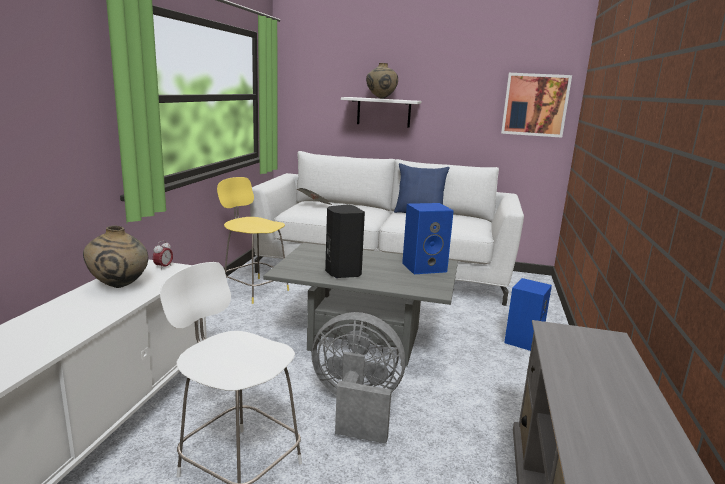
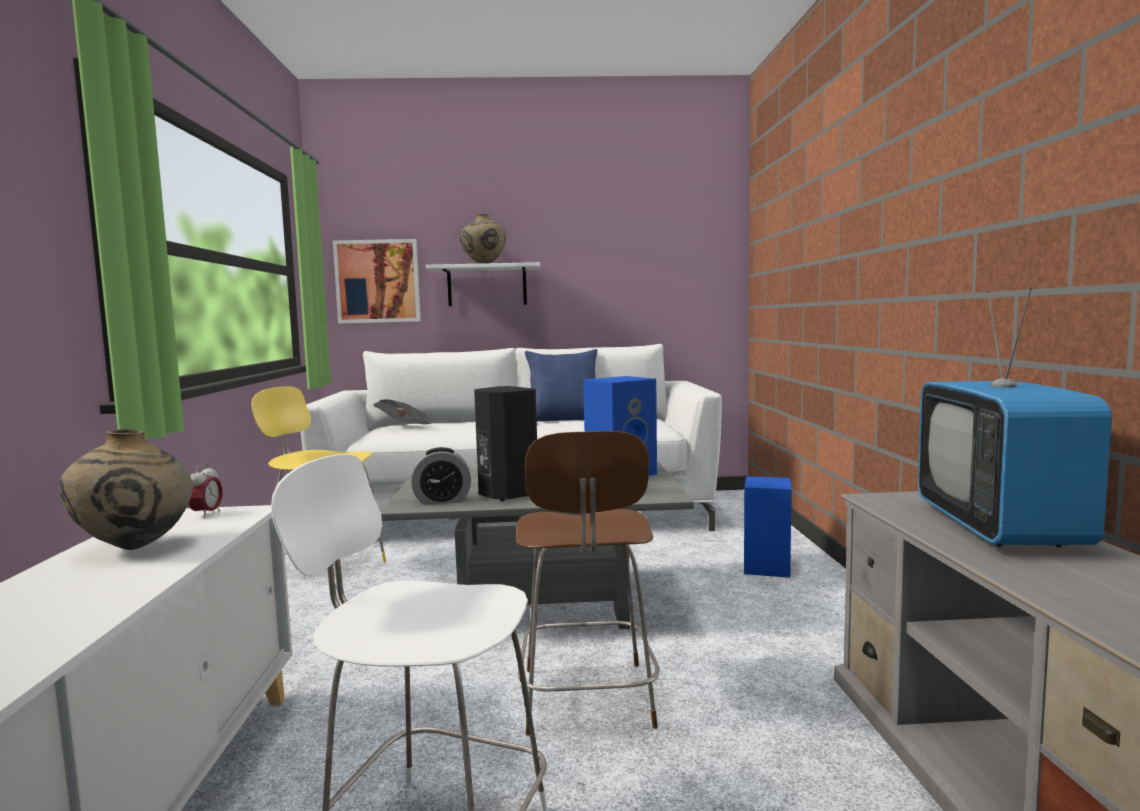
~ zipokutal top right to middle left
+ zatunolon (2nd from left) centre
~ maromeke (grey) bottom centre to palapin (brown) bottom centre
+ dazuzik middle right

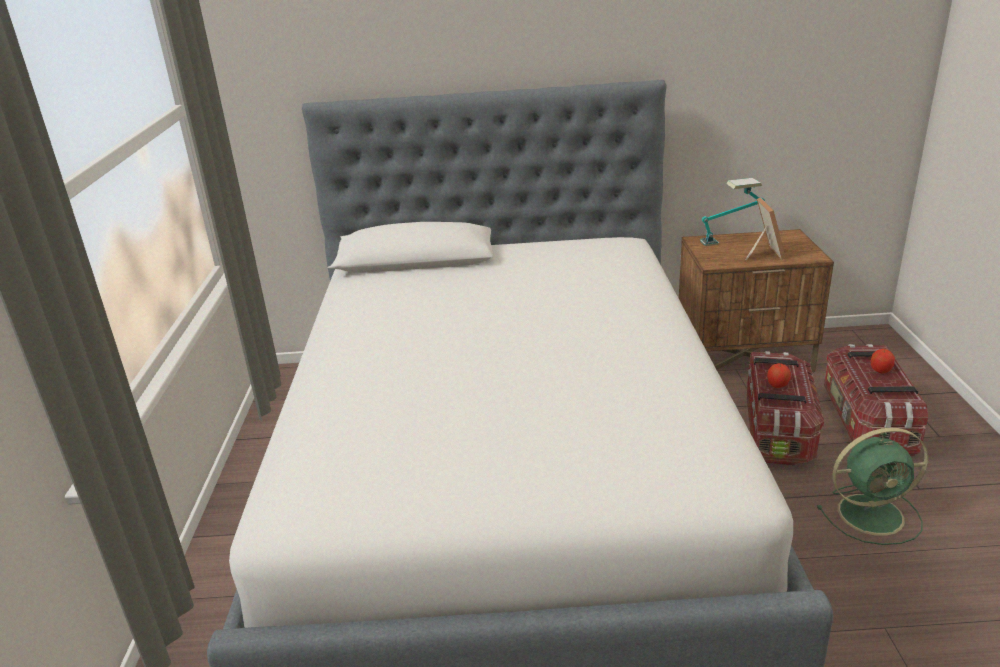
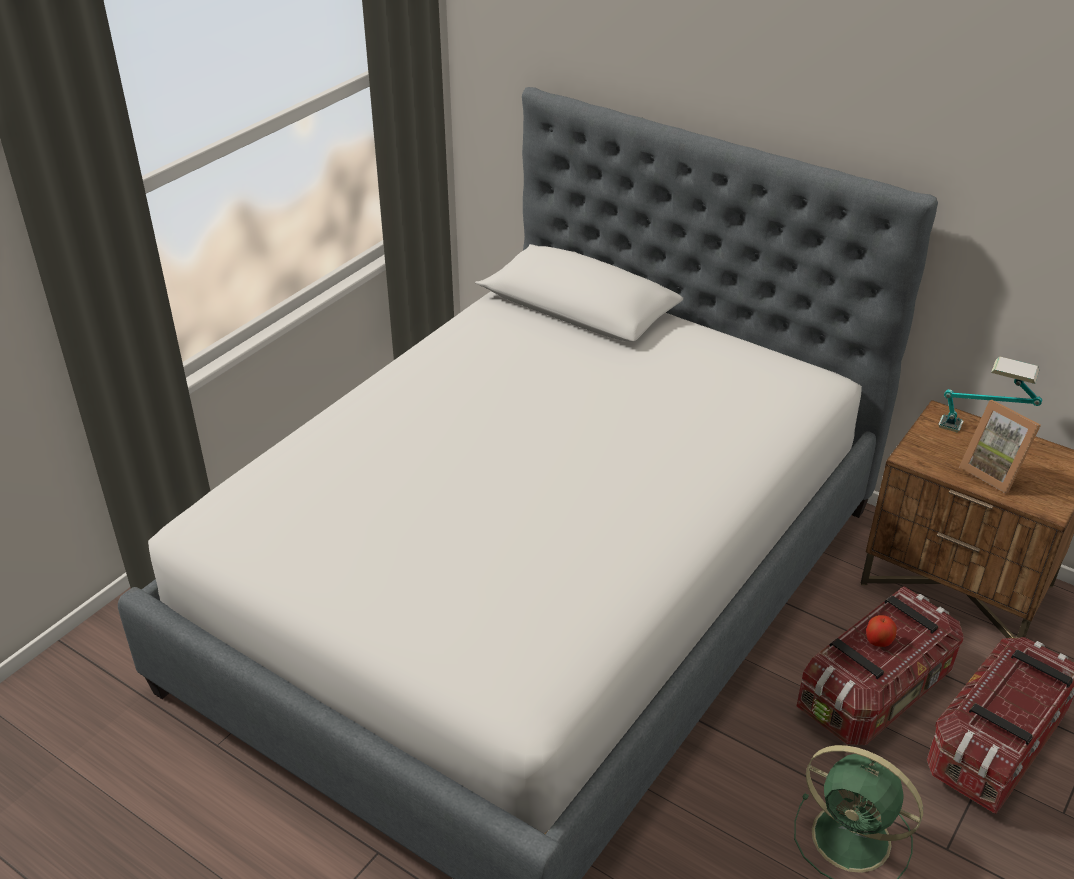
~ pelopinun middle right = middle right 105 degrees clockwise
- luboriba (2nd from left) middle right

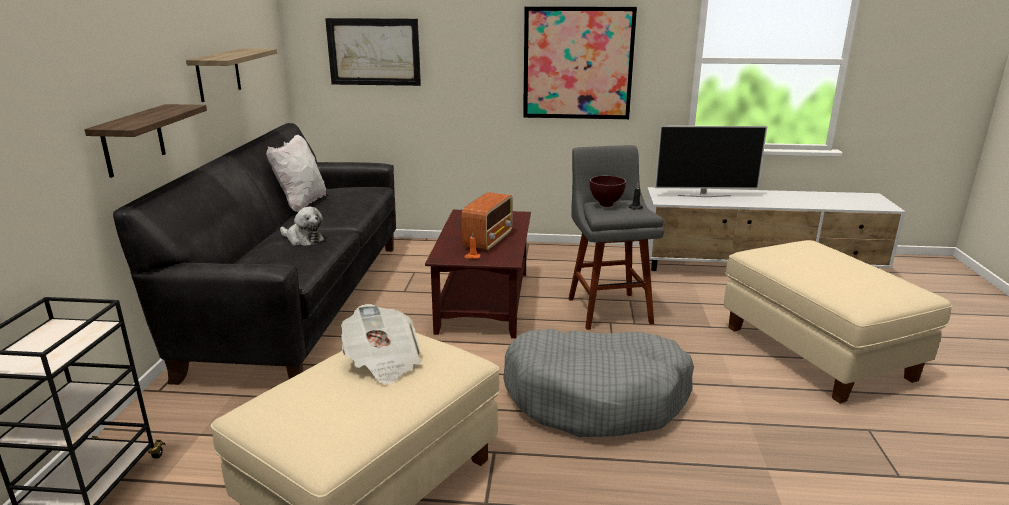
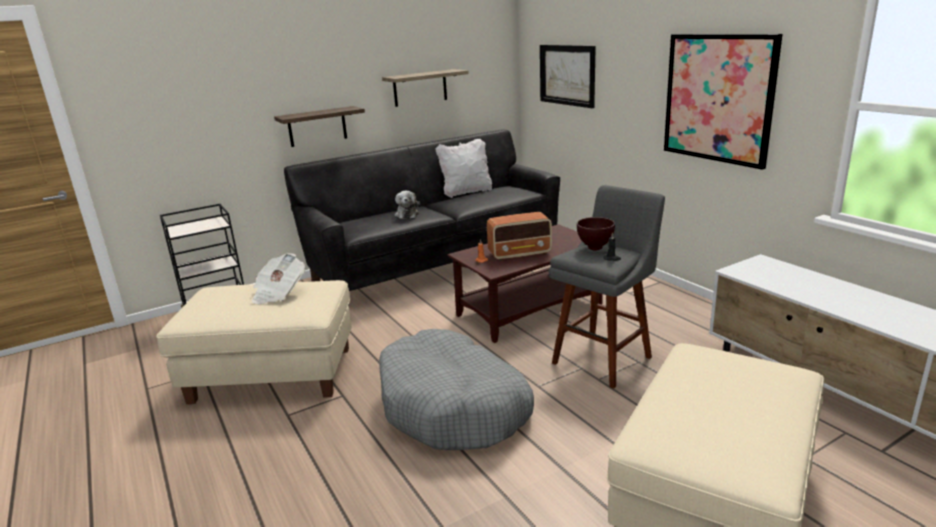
- dazuzik top right

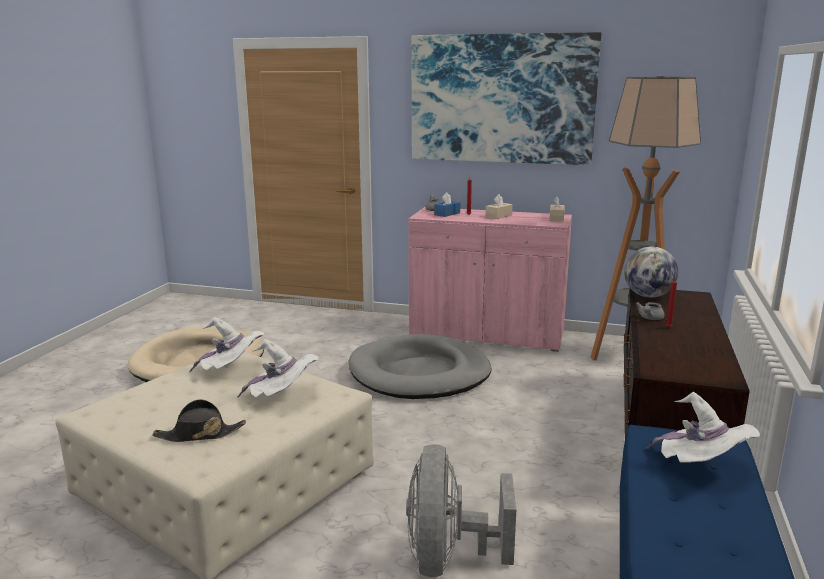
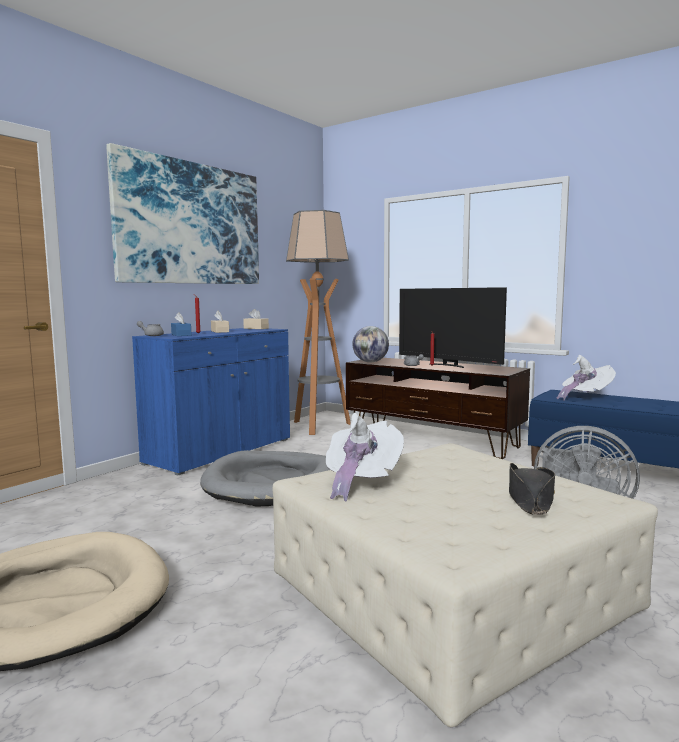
~ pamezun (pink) centre to pamezun (blue) middle left
+ dazuzik middle right
- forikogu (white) (2nd from left) centre

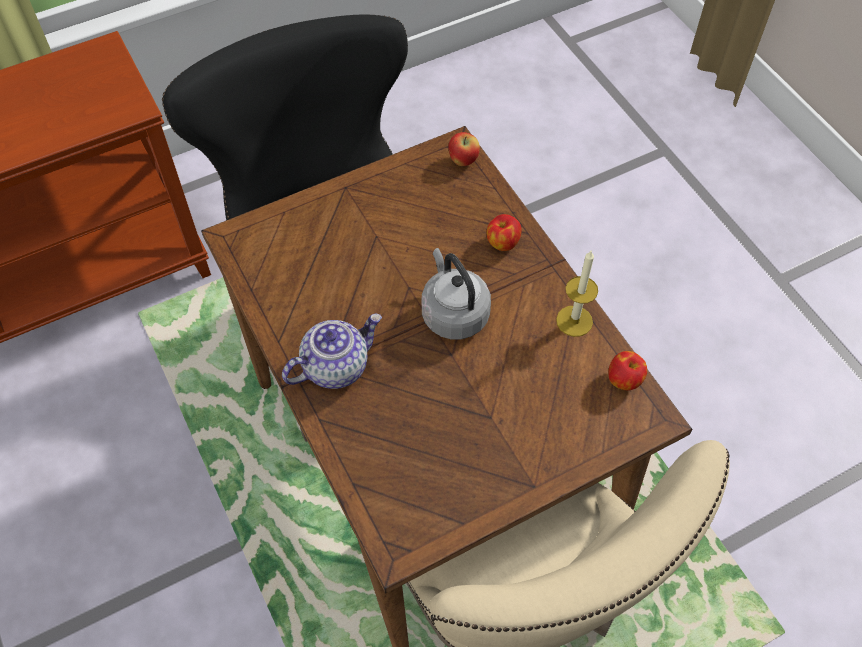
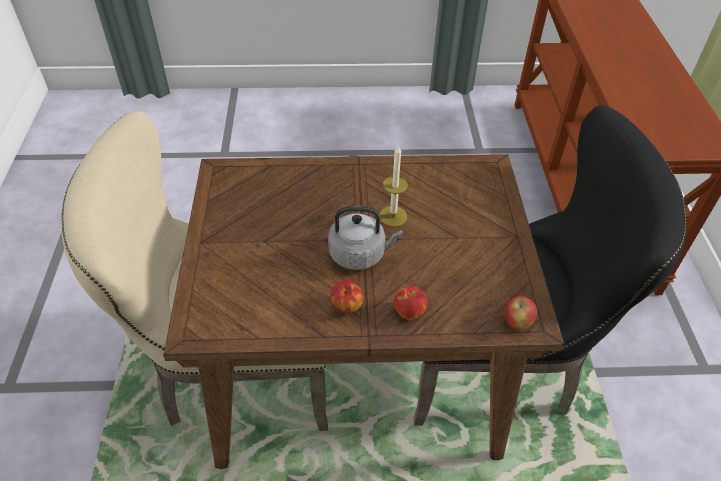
~ luboriba (3rd from left in the first image) middle right to luboriba (1st from left) centre
~ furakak middle right to centre
- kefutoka centre

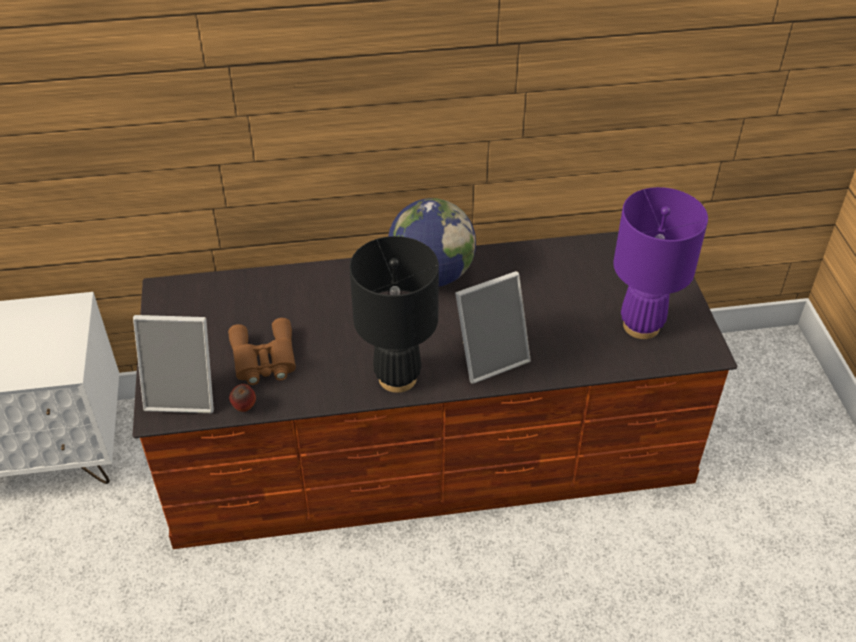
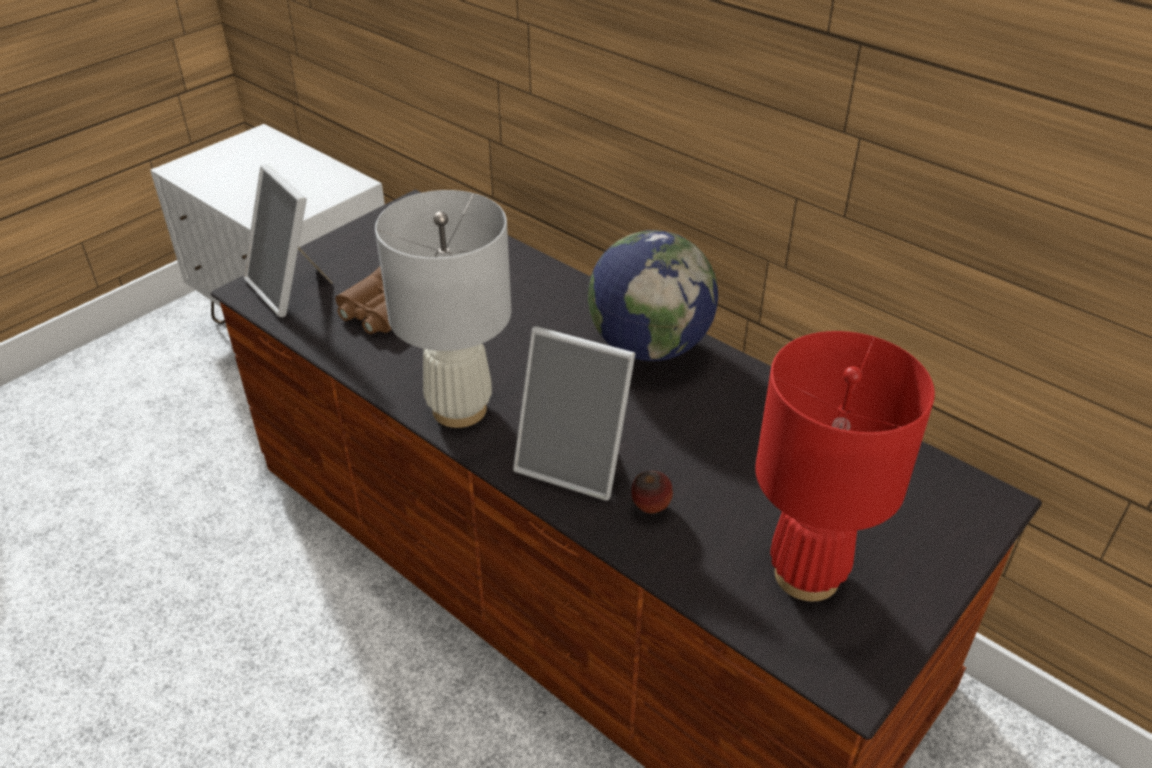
~ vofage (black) centre to vofage (white) centre
~ luboriba middle left to centre
~ vofage (purple) middle right to vofage (red) middle right

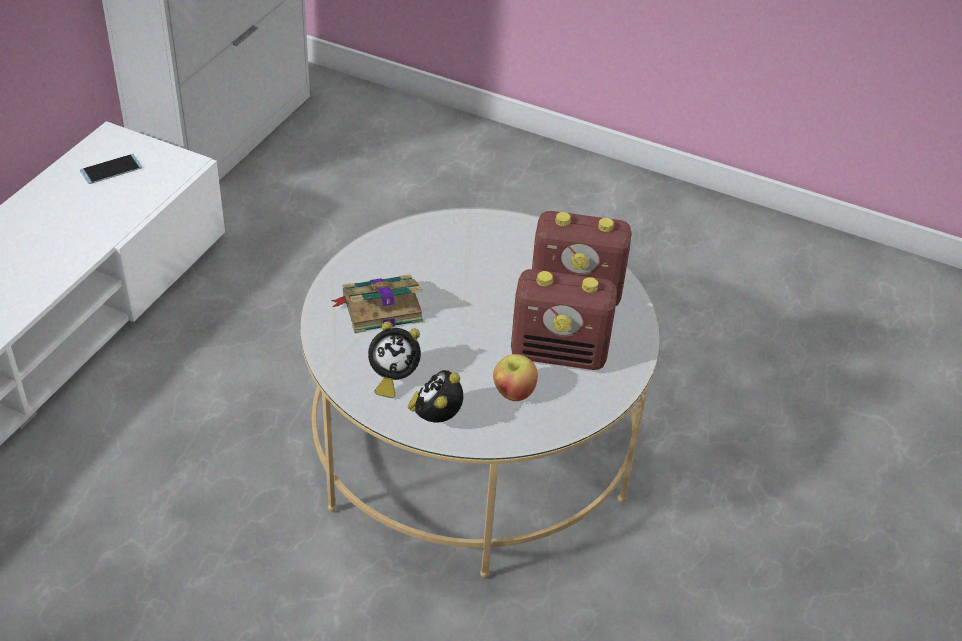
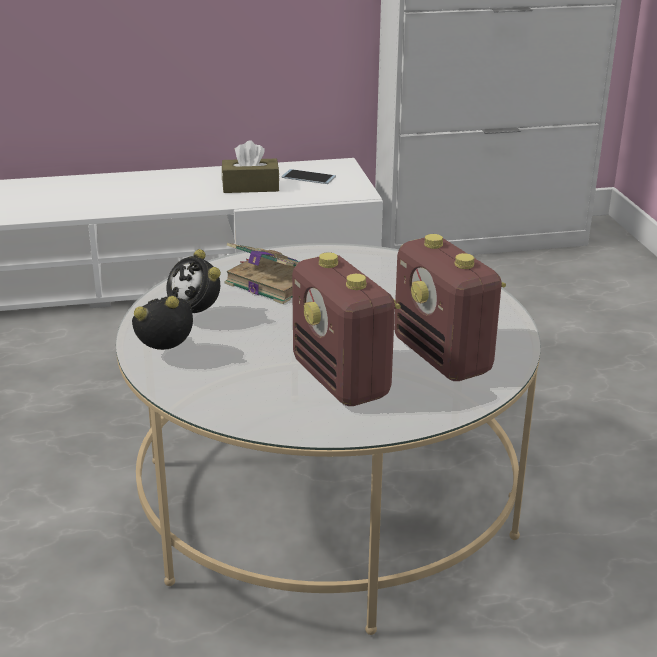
+ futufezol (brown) top centre
- luboriba centre

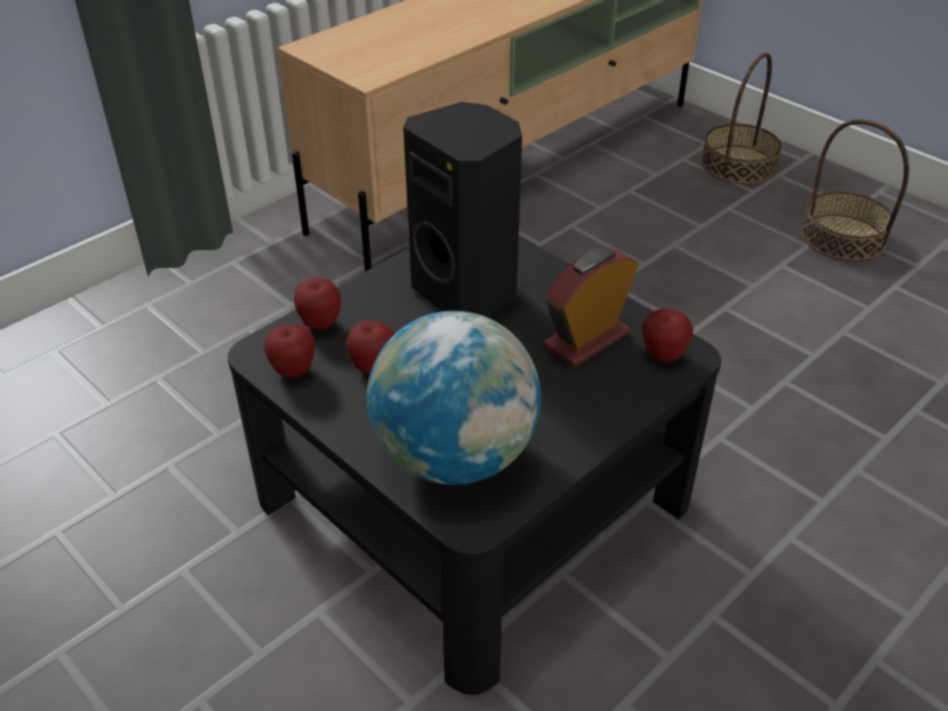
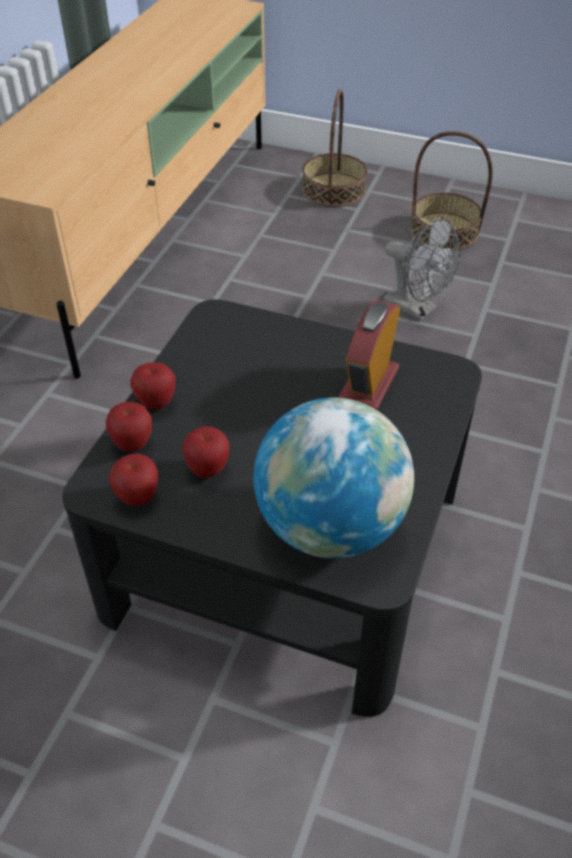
~ luboriba (4th from left in the first image) middle right to luboriba (3rd from left) middle left
+ maromeke (grey) top right
- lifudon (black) top centre

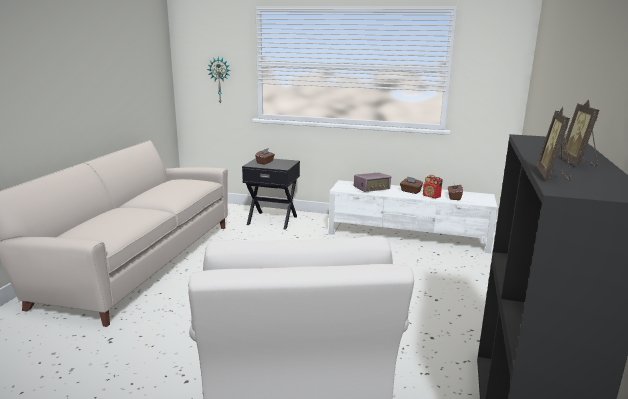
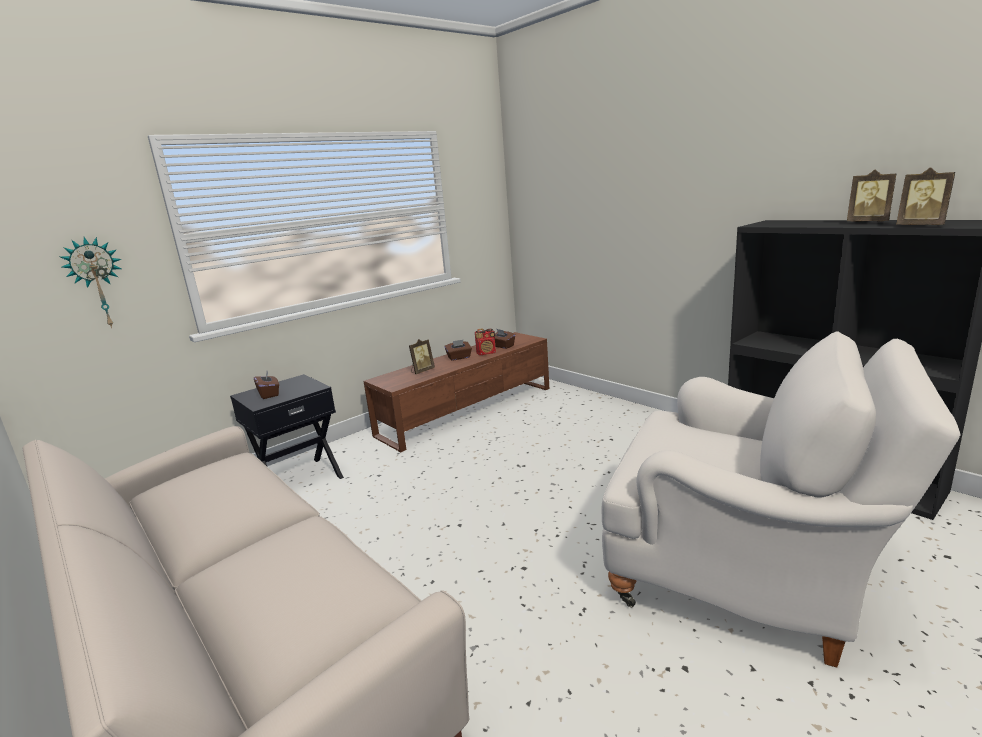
~ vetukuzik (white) centre to vetukuzik (brown) centre
~ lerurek (1st from left) centre to pelopinun (1st from left) centre

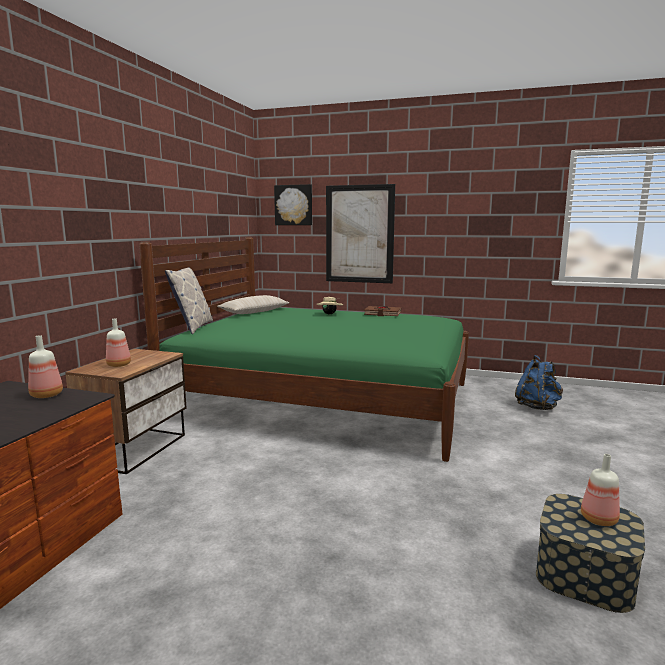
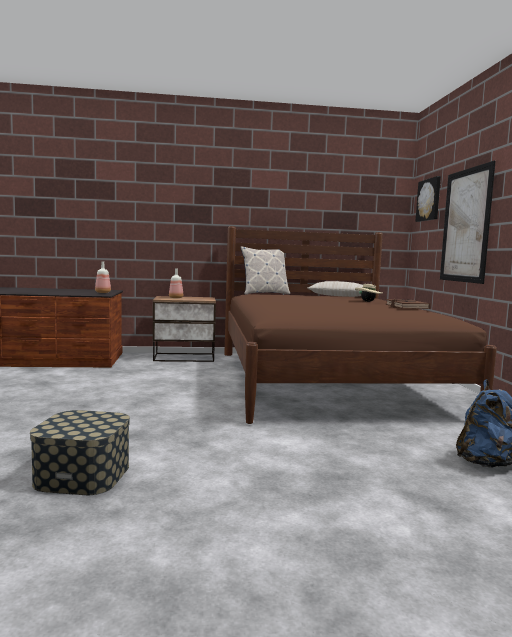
~ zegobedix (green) centre to zegobedix (brown) middle right
- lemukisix (3rd from left) bottom right

